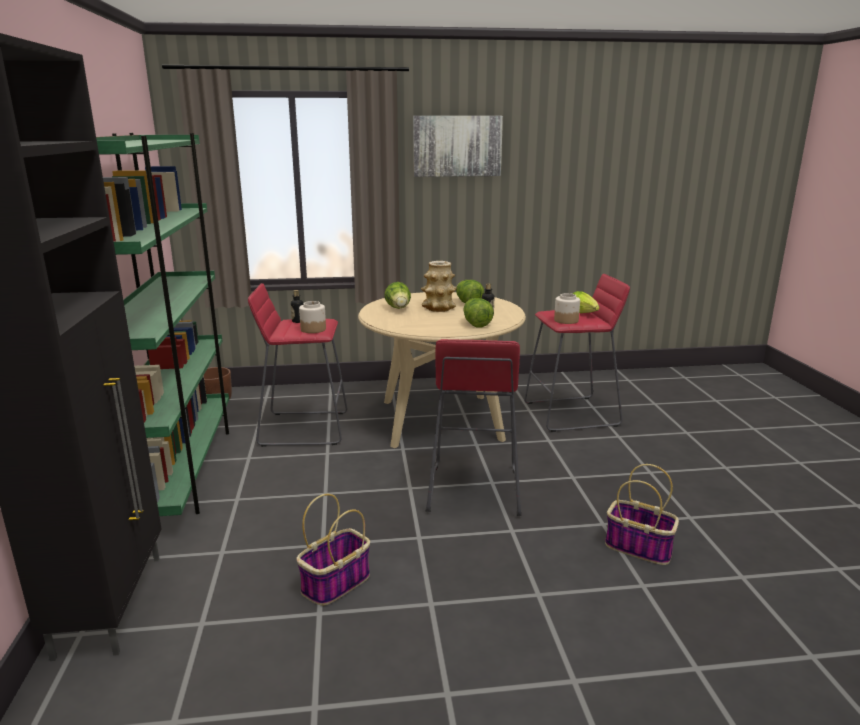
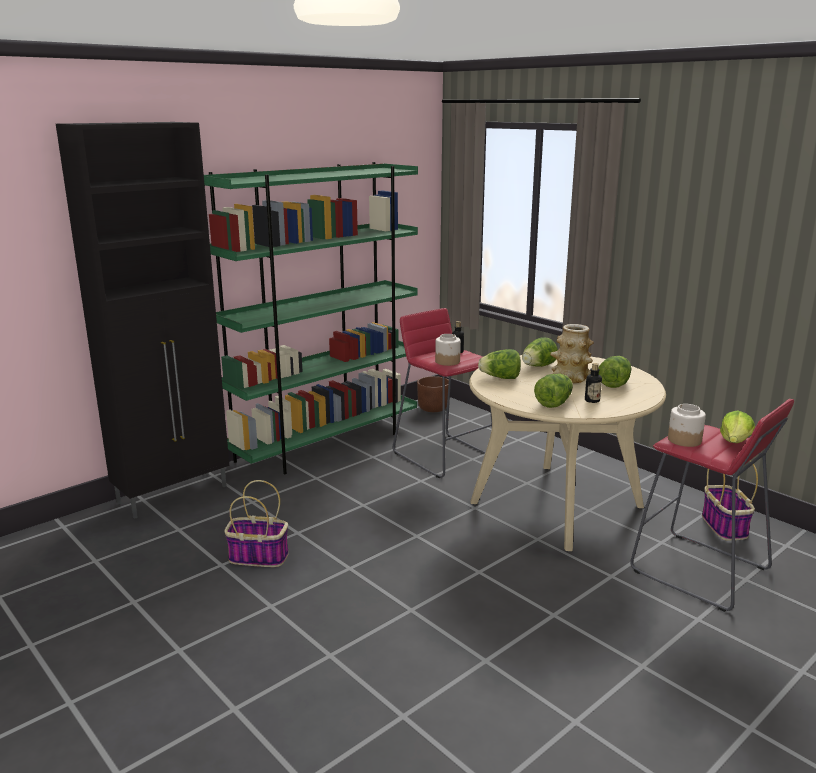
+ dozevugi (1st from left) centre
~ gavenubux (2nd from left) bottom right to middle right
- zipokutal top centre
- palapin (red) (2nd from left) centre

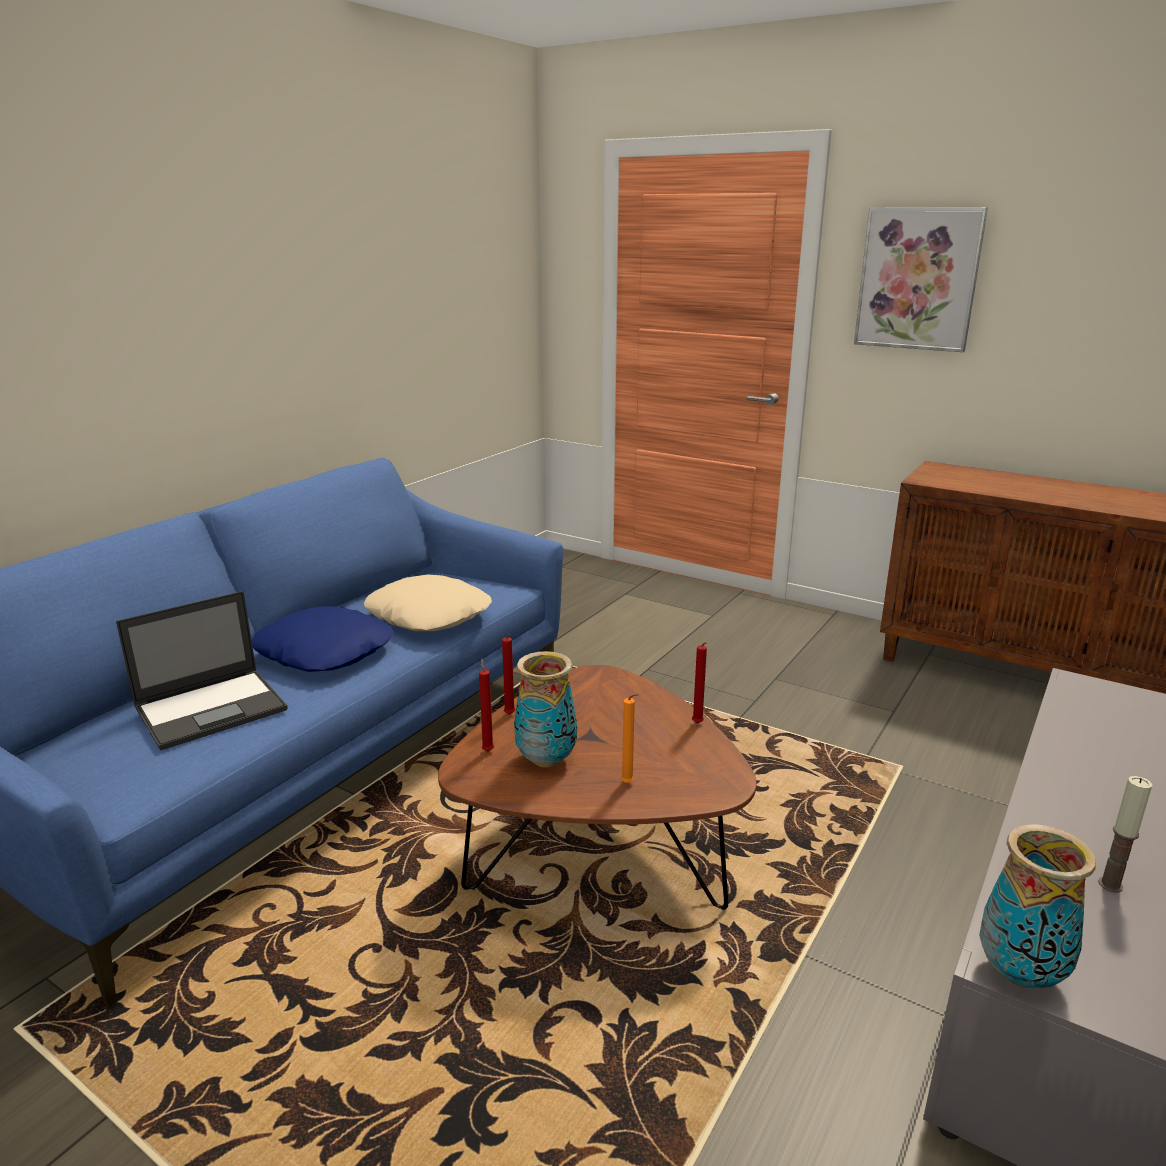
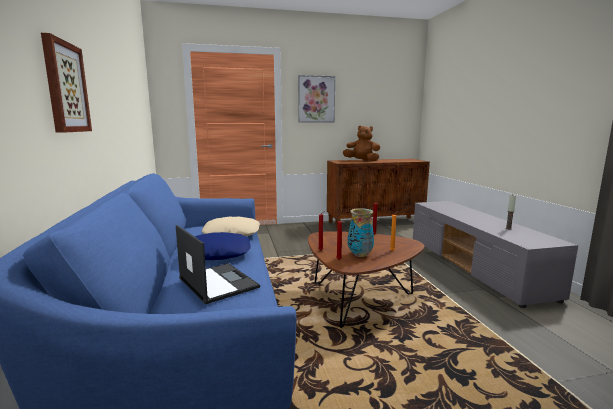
+ zipokutal (1st from left) top left
~ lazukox middle left = centre 45 degrees counterclockwise
+ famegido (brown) centre
- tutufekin (2nd from left) bottom right

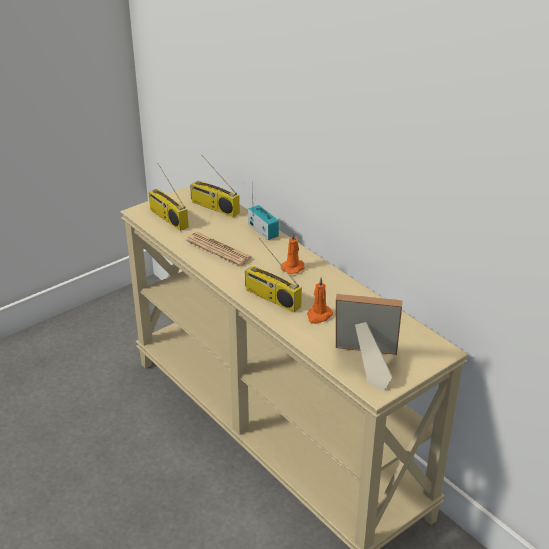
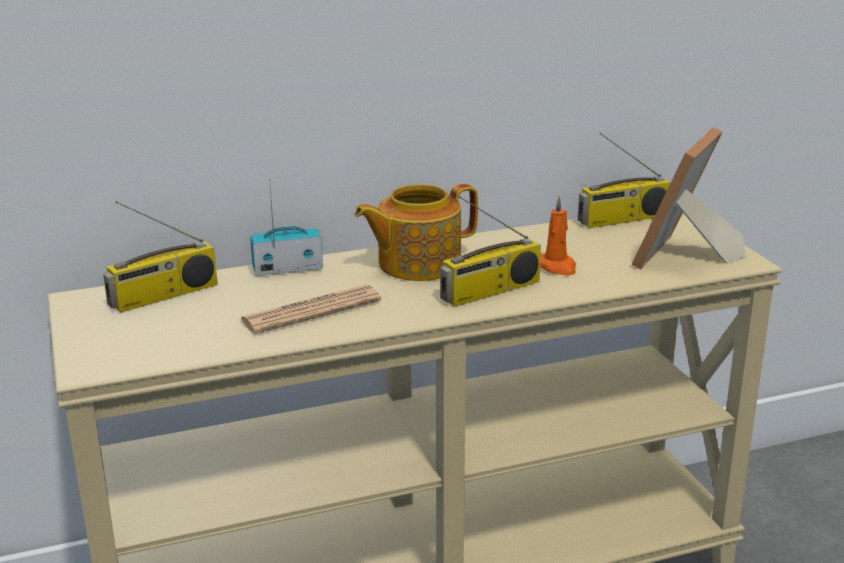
~ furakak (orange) (1st from left) centre to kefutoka centre
~ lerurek (1st from left in the first image) middle left to lerurek (4th from left) top right

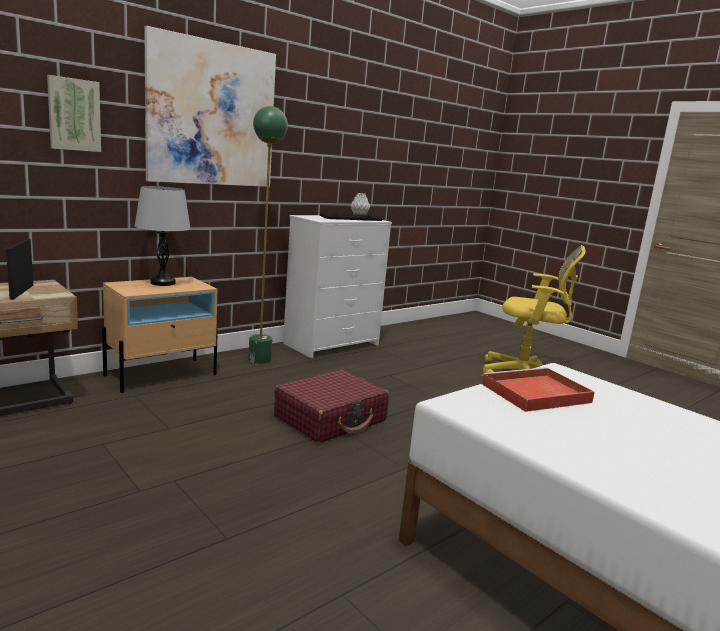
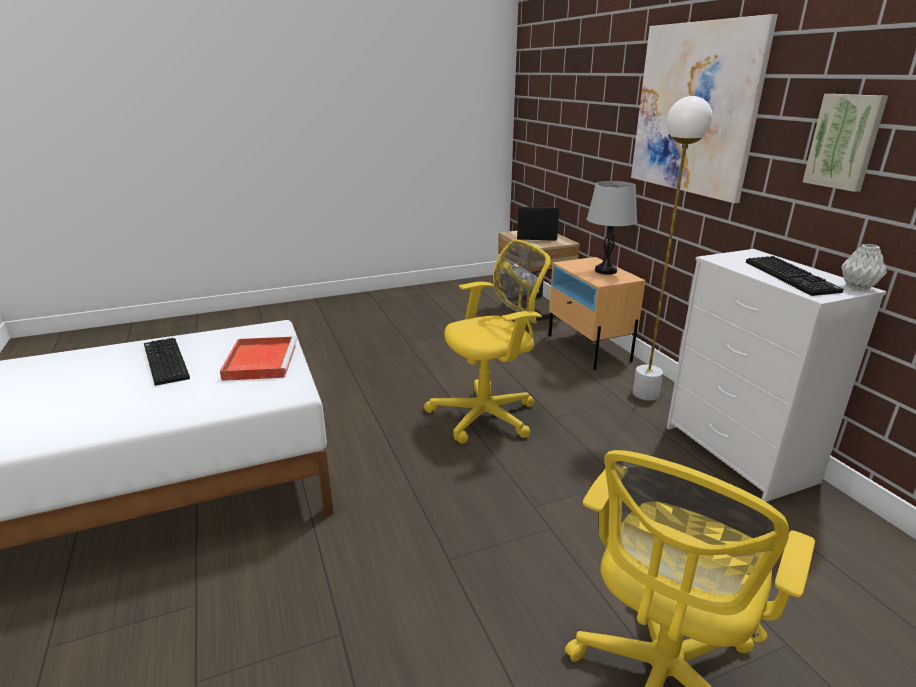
+ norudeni (1st from left) middle left
~ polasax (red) centre to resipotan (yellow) (1st from left) centre
~ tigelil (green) centre to tigelil (white) middle right
~ zipokutal (1st from left in the first image) top left to zipokutal (2nd from left) top right

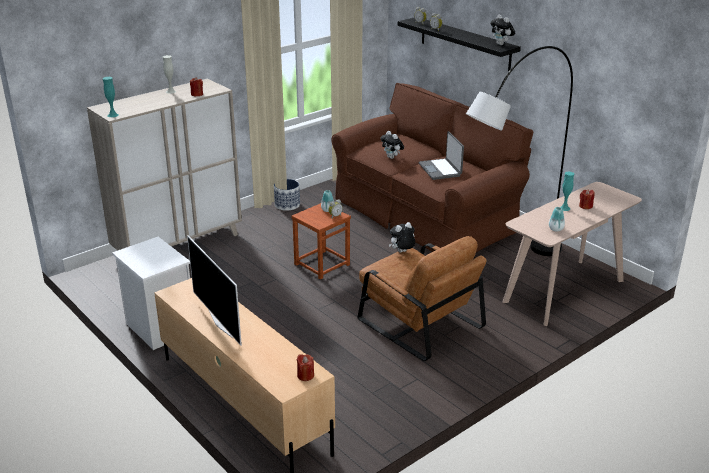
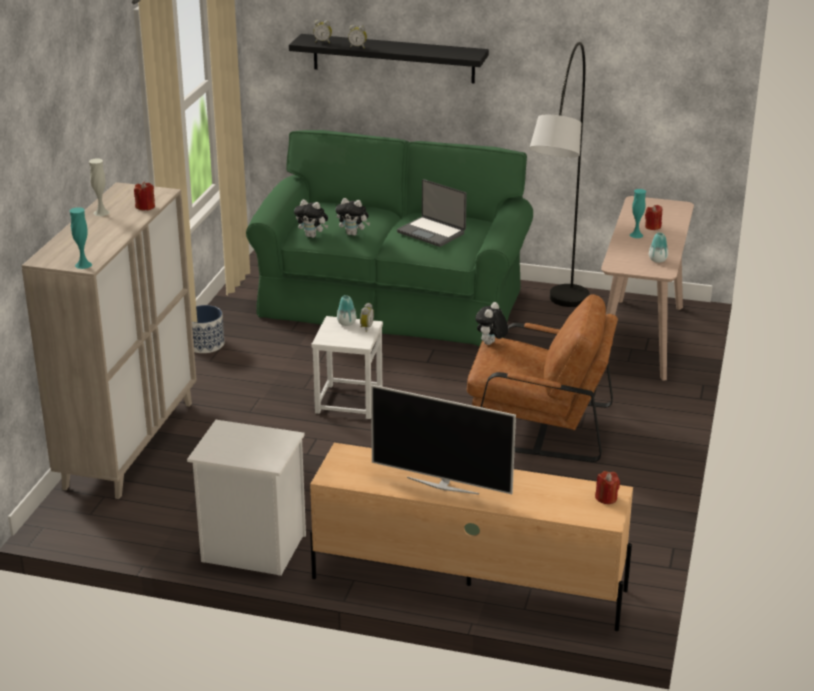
~ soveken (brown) centre to soveken (green) centre
~ famegido (3rd from left in the first image) top right to famegido (1st from left) top centre
~ palapin (brown) centre to palapin (white) centre

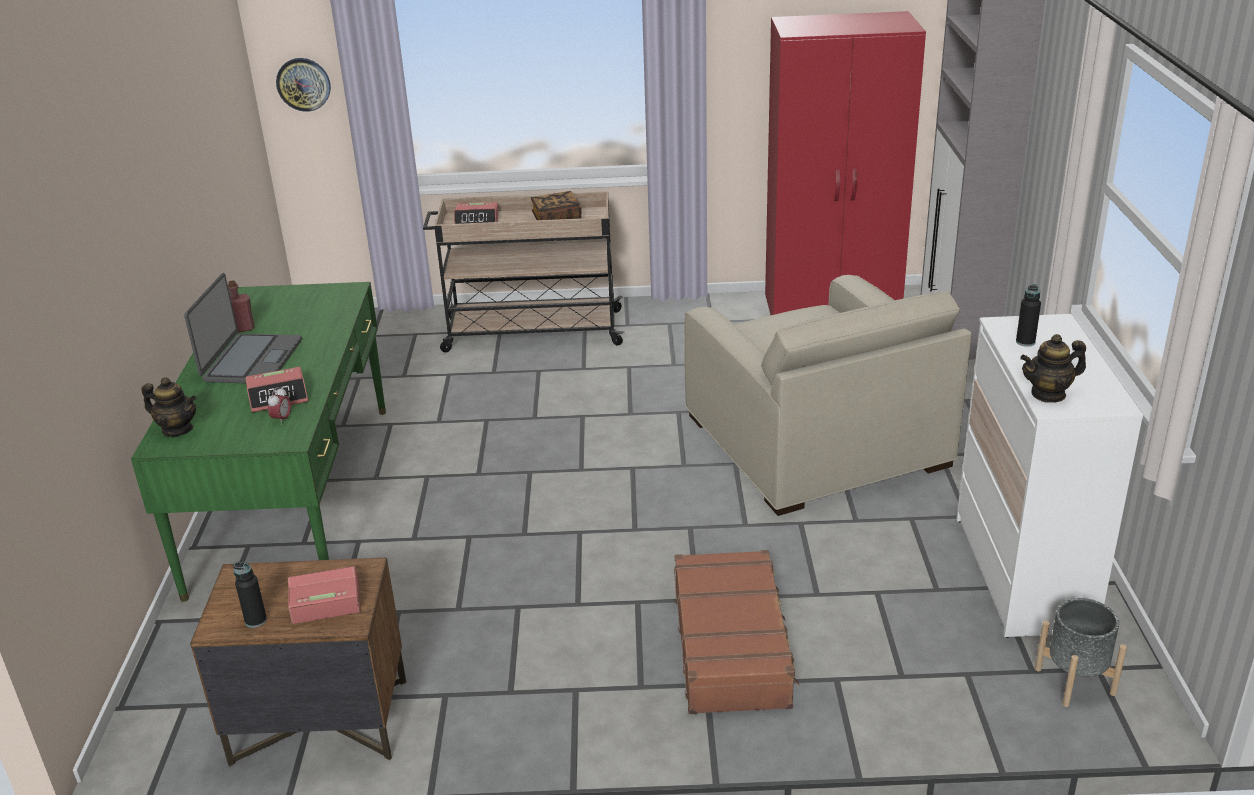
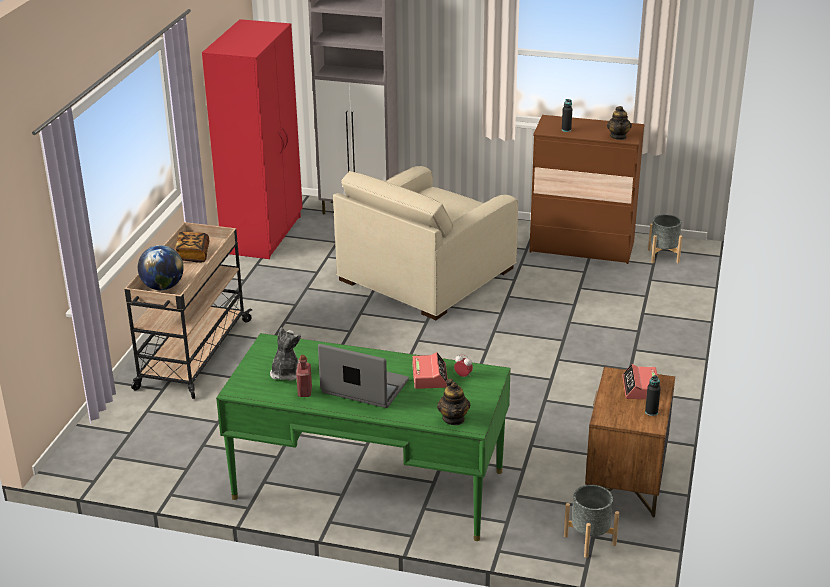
~ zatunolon (4th from left) top centre to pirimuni middle left
+ famegido centre
~ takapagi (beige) centre = centre 135 degrees clockwise
~ kefutoka (1st from left) middle left = bottom centre 135 degrees clockwise
~ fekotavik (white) middle right to fekotavik (brown) top right
+ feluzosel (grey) (1st from left) bottom right
- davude top left
- polasax (brown) bottom centre

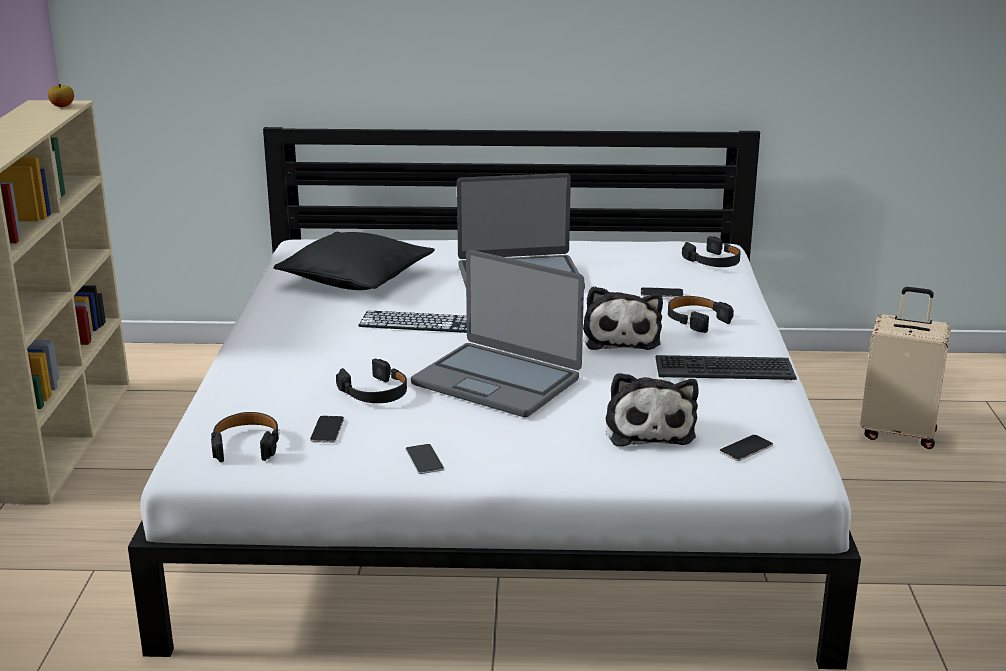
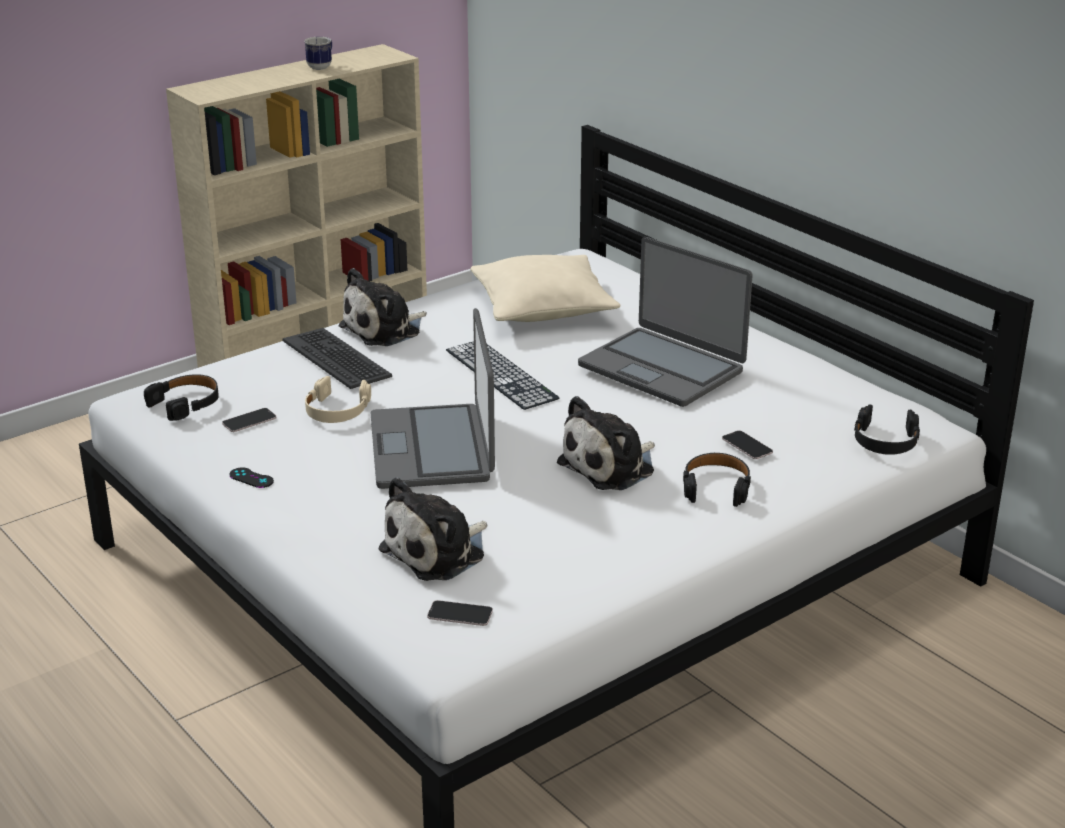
~ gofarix (2nd from left) bottom centre to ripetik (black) middle left
~ norudeni (2nd from left in the first image) middle right to norudeni (1st from left) middle left
+ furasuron top left
~ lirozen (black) (2nd from left) centre to lirozen (beige) middle left
+ famegido (1st from left) centre
~ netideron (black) centre to netideron (beige) centre
- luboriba top left
- polasax (beige) middle right

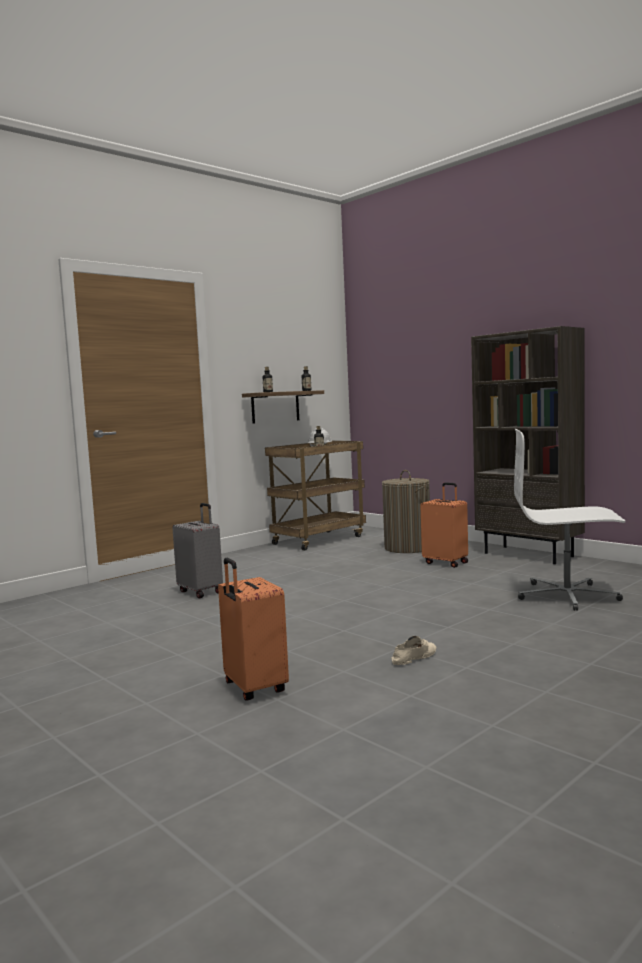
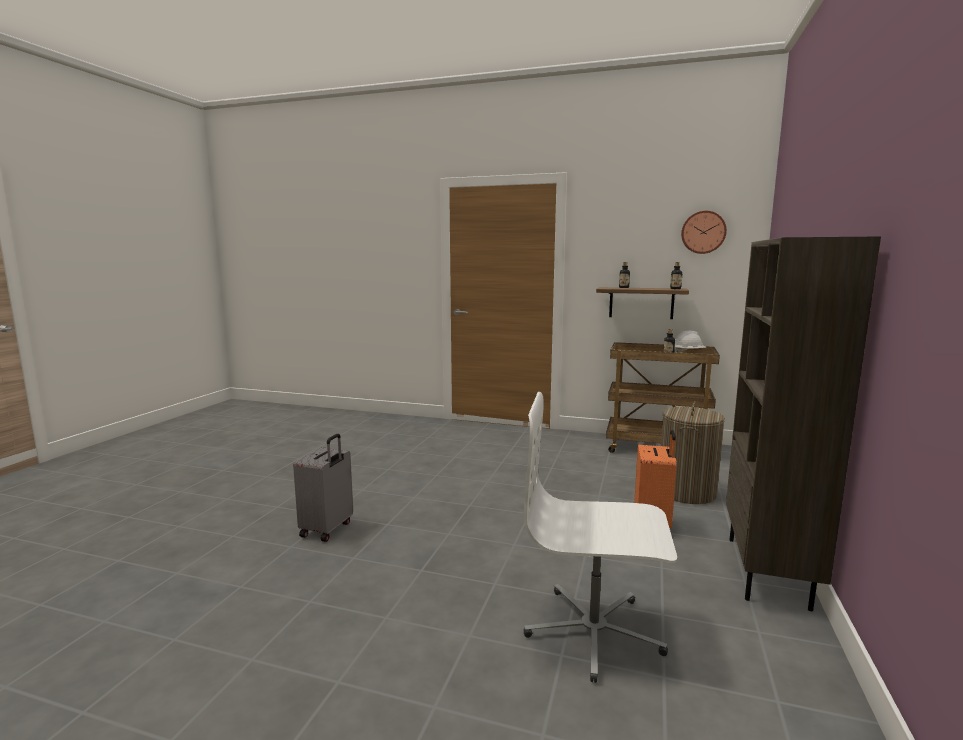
~ polasax (grey) middle left to centre
~ resipotan (white) middle right = bottom centre 60 degrees counterclockwise
+ davude top right
- polasax (orange) (1st from left) centre
- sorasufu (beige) bottom centre

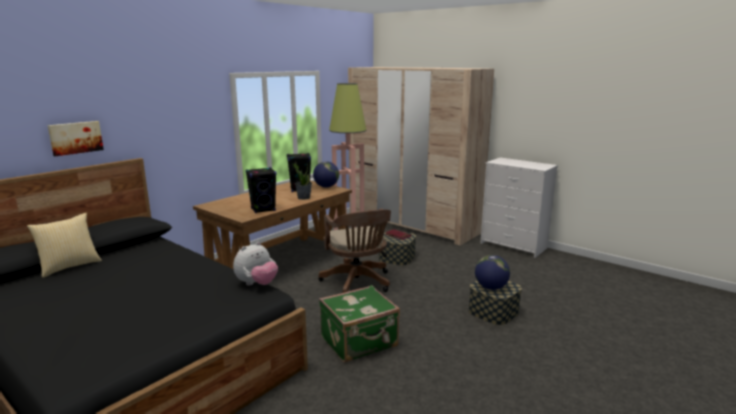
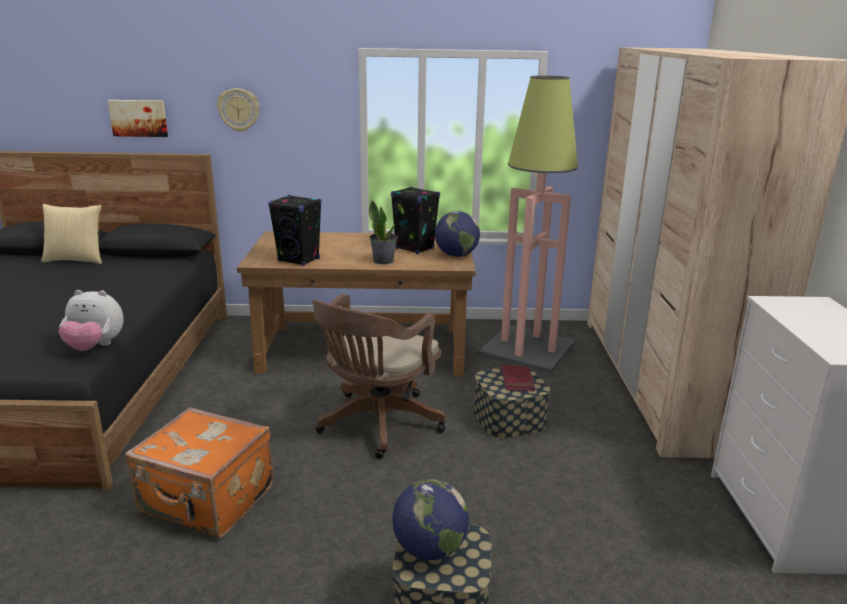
~ polasax (green) bottom centre to polasax (orange) bottom left
+ davude top left

